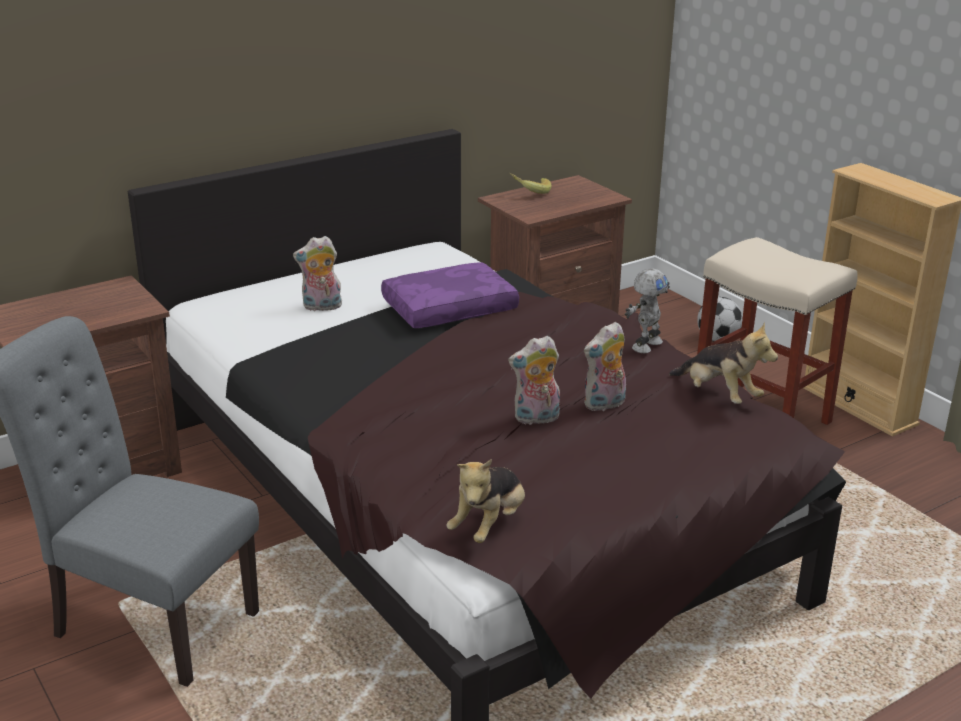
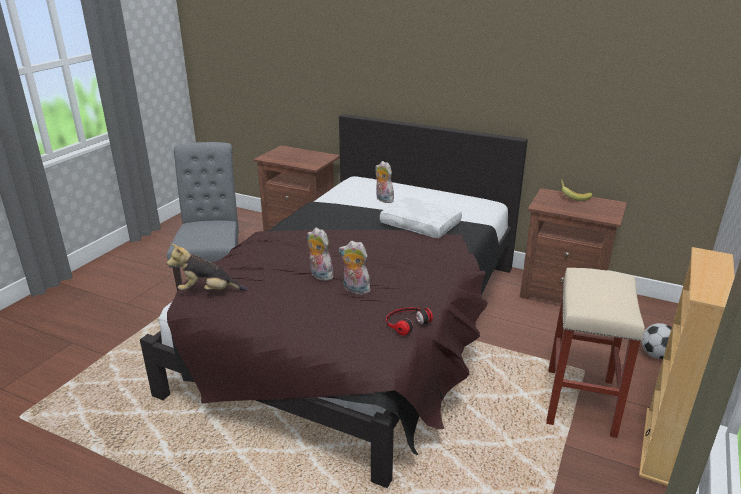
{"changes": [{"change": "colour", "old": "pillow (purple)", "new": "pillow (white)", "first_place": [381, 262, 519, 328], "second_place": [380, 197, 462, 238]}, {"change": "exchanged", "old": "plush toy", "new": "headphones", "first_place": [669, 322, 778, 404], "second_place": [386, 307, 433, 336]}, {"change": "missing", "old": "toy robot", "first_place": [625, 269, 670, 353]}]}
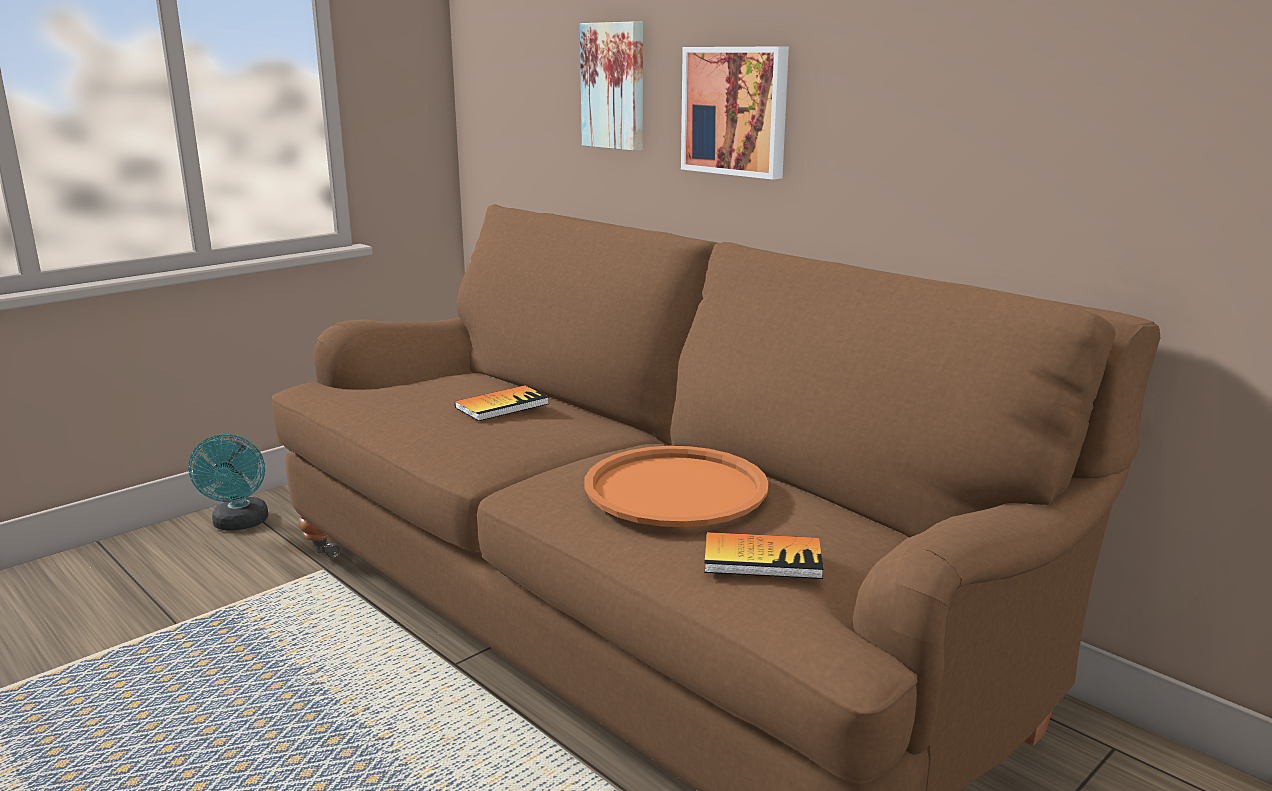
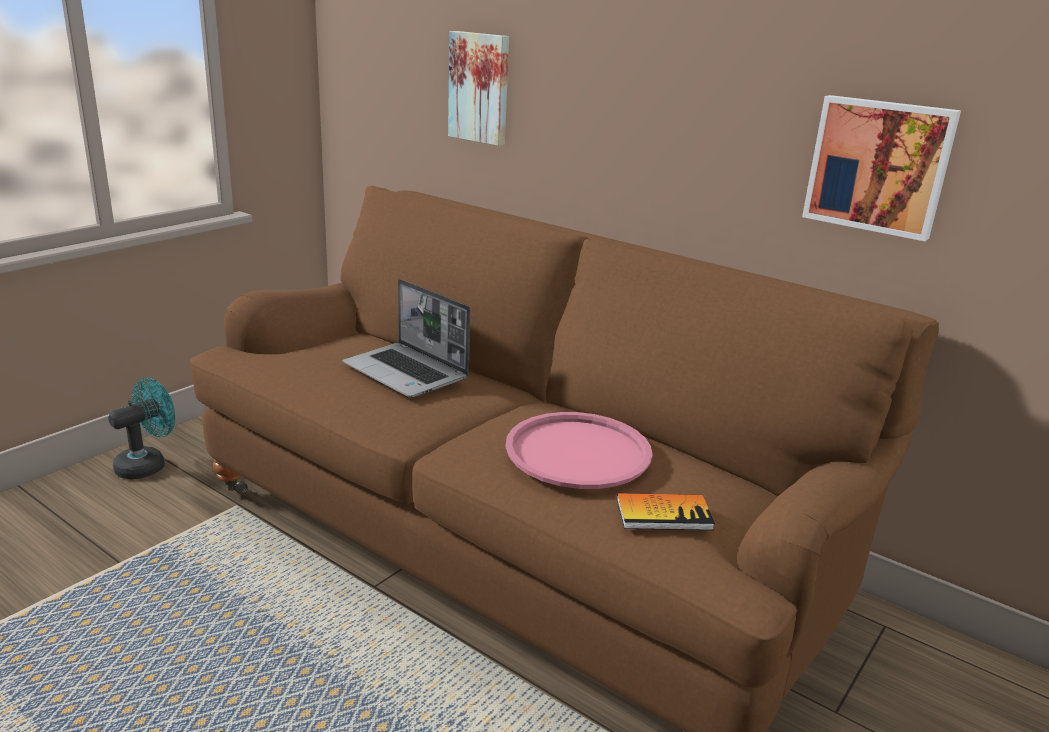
{"changes": [{"change": "spun", "old": "fan (turquoise)", "first_place": [188, 434, 268, 531], "second_place": [108, 378, 175, 479], "degrees": -120}, {"change": "exchanged", "old": "book", "new": "laptop", "first_place": [455, 385, 549, 421], "second_place": [342, 279, 470, 397]}, {"change": "colour", "old": "tray (orange)", "new": "tray (pink)", "first_place": [584, 446, 769, 527], "second_place": [505, 412, 653, 489]}, {"change": "relocated", "old": "picture", "first_place": [681, 46, 789, 180], "second_place": [802, 95, 961, 241]}]}
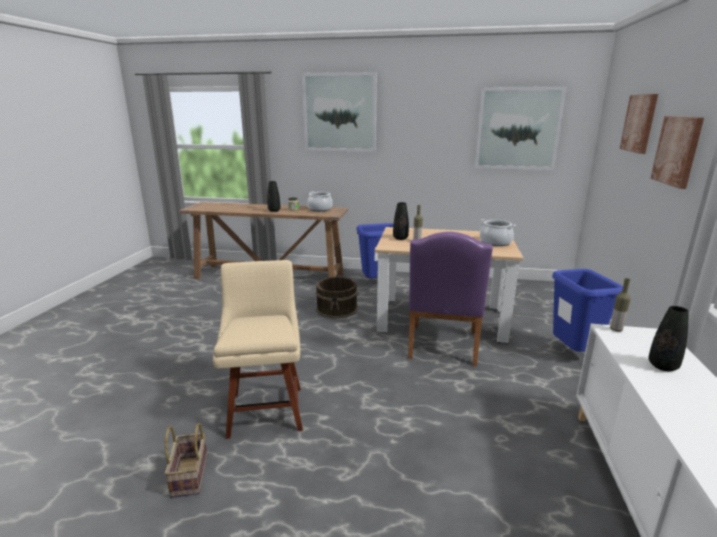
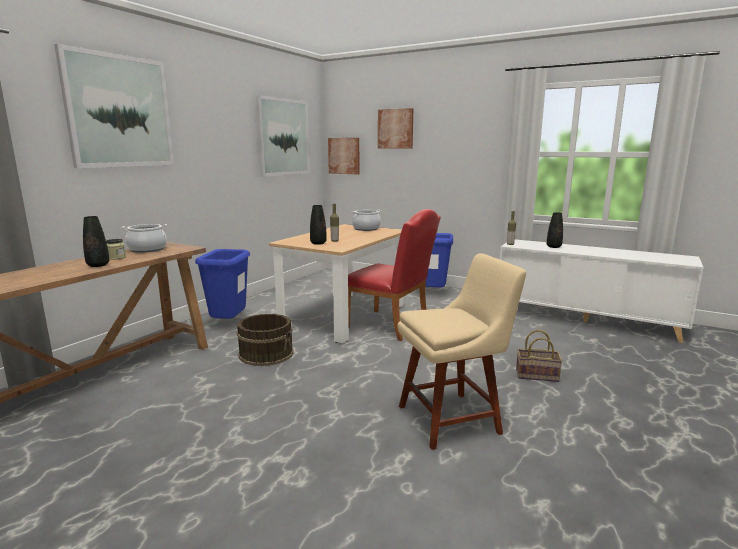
{"changes": [{"change": "relocated", "old": "picture", "first_place": [650, 116, 704, 189], "second_place": [328, 138, 359, 174]}, {"change": "colour", "old": "chair (purple)", "new": "chair (red)", "first_place": [408, 232, 493, 366], "second_place": [348, 209, 441, 341]}, {"change": "spun", "old": "chair (beige)", "first_place": [213, 260, 303, 439], "second_place": [397, 253, 526, 450], "degrees": 150}, {"change": "relocated", "old": "basket", "first_place": [164, 423, 207, 498], "second_place": [516, 330, 562, 382]}]}
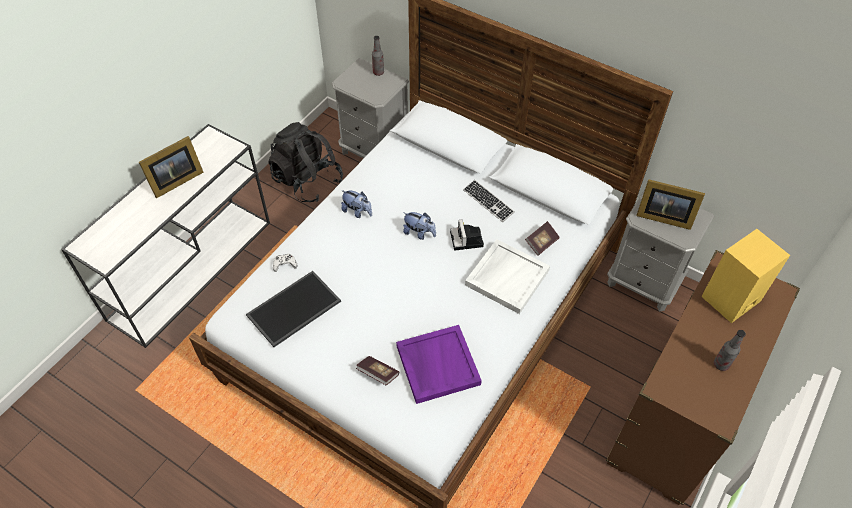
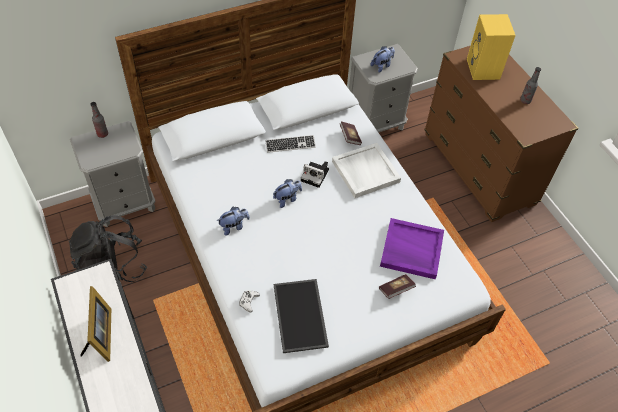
{"changes": [{"change": "exchanged", "old": "picture frame", "new": "plush toy", "first_place": [636, 179, 705, 230], "second_place": [371, 46, 395, 72]}]}
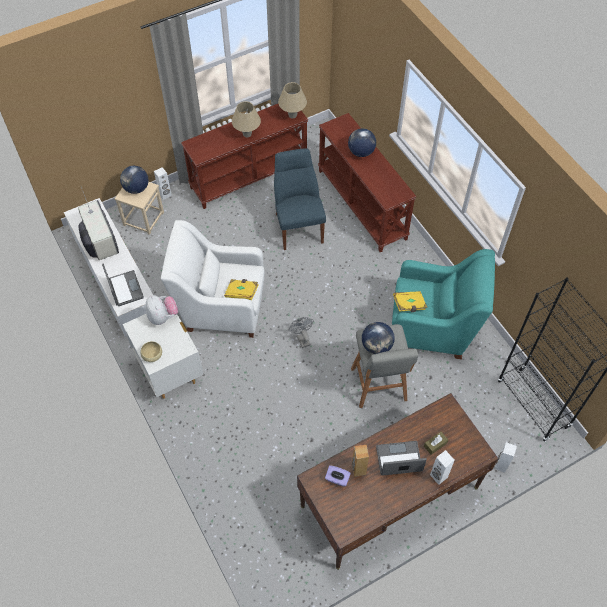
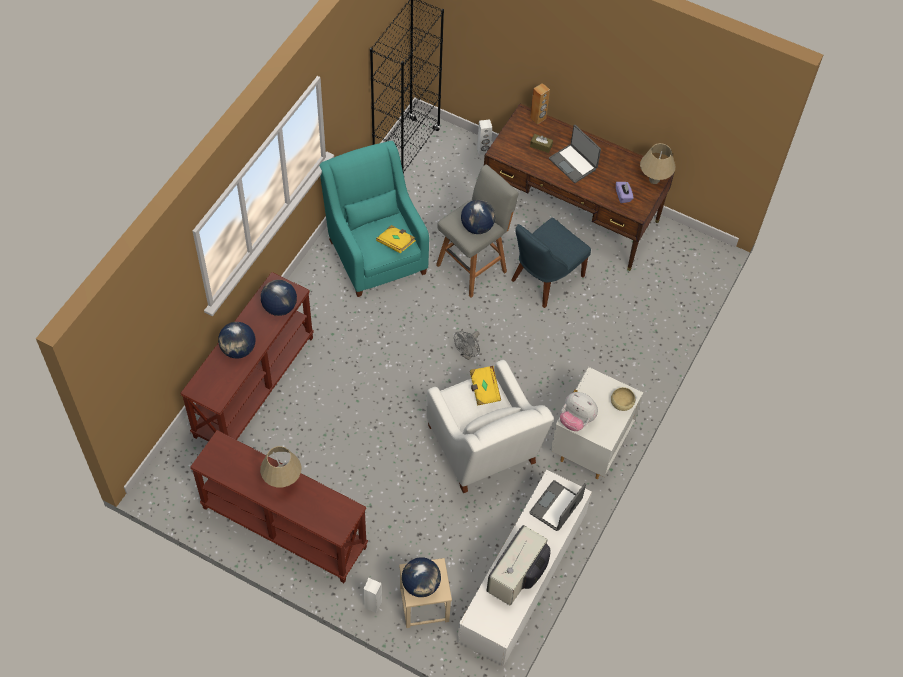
{"changes": [{"change": "appeared", "new": "globe", "second_place": [261, 280, 297, 316]}, {"change": "relocated", "old": "chair (blue)", "first_place": [274, 149, 326, 250], "second_place": [511, 218, 591, 308]}, {"change": "relocated", "old": "speaker (brown)", "first_place": [352, 445, 369, 477], "second_place": [530, 83, 550, 125]}, {"change": "spun", "old": "plush toy", "first_place": [146, 295, 178, 325], "second_place": [560, 392, 598, 431], "degrees": -90}, {"change": "relocated", "old": "table lamp (beige)", "first_place": [278, 82, 307, 118], "second_place": [640, 143, 675, 184]}, {"change": "missing", "old": "speaker (white)", "first_place": [430, 450, 455, 485]}]}
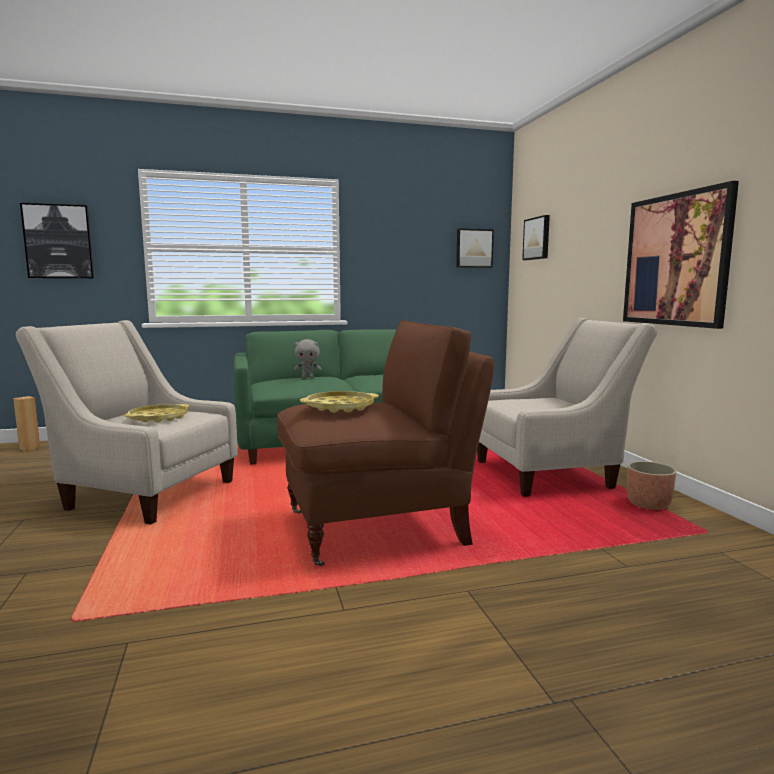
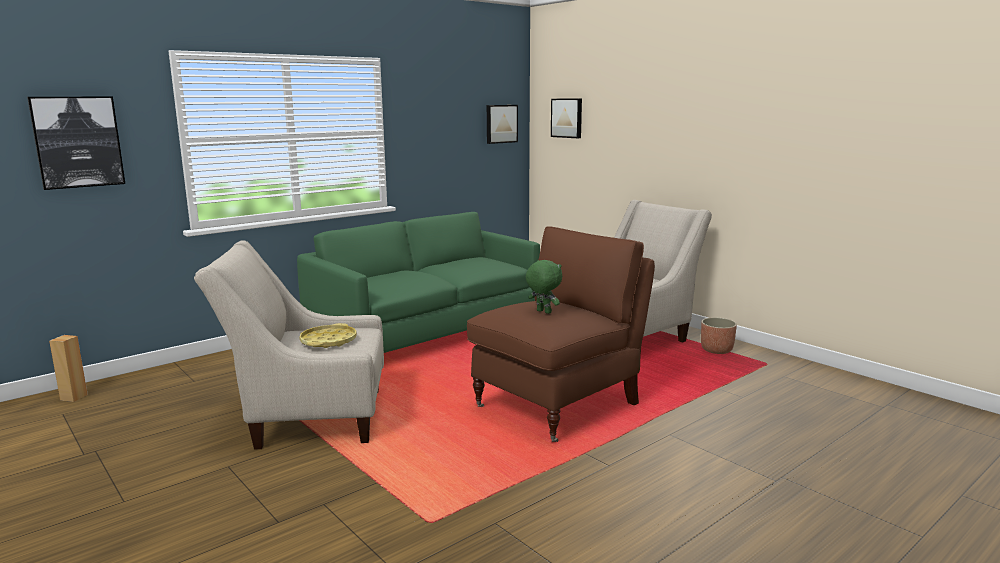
{"changes": [{"change": "exchanged", "old": "tray (yellow)", "new": "plush toy (green)", "first_place": [300, 391, 379, 413], "second_place": [526, 260, 562, 314]}, {"change": "missing", "old": "plush toy (grey)", "first_place": [294, 339, 321, 379]}, {"change": "missing", "old": "picture", "first_place": [623, 181, 739, 329]}]}
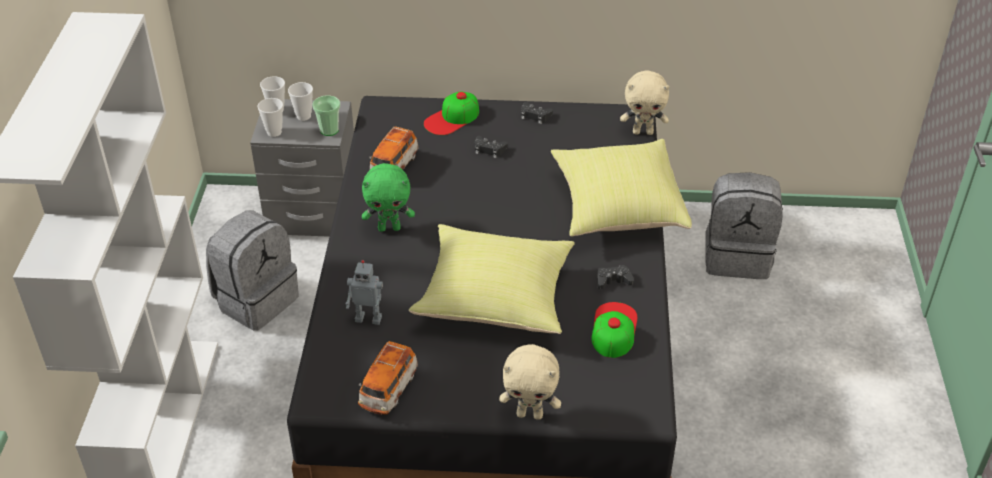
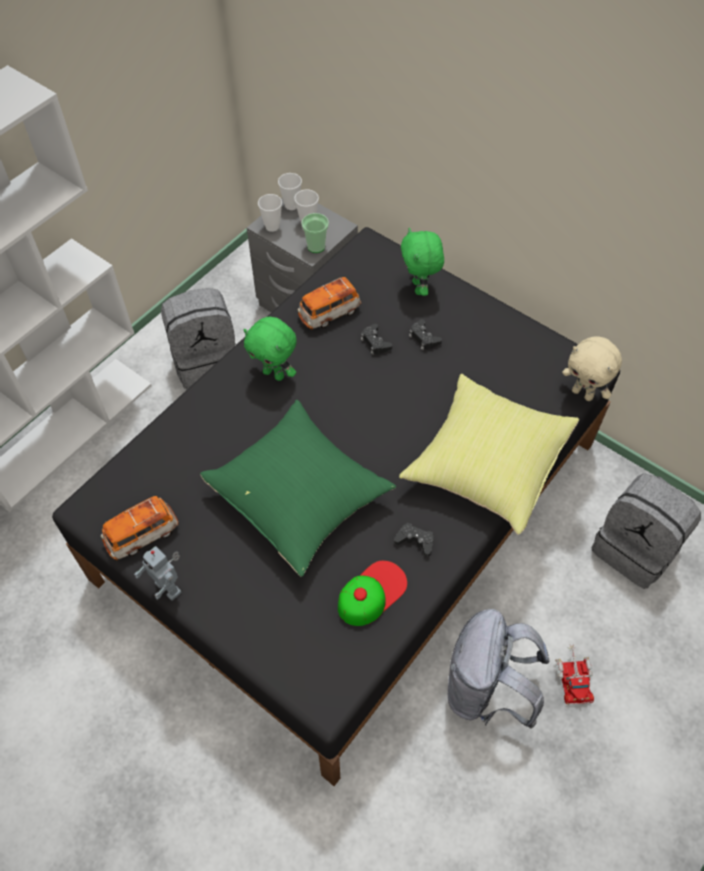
{"changes": [{"change": "relocated", "old": "toy robot", "first_place": [346, 260, 383, 325], "second_place": [134, 546, 182, 601]}, {"change": "colour", "old": "pillow (yellow)", "new": "pillow (green)", "first_place": [409, 224, 575, 334], "second_place": [200, 400, 396, 577]}, {"change": "relocated", "old": "game controller (black)", "first_place": [521, 102, 553, 124], "second_place": [361, 324, 392, 355]}, {"change": "exchanged", "old": "cap", "new": "plush toy (green)", "first_place": [424, 92, 479, 135], "second_place": [401, 228, 444, 296]}, {"change": "appeared", "new": "backpack (grey)", "second_place": [448, 609, 550, 729]}, {"change": "appeared", "new": "toy truck", "second_place": [555, 643, 594, 705]}, {"change": "missing", "old": "plush toy (beige)", "first_place": [499, 344, 561, 420]}]}
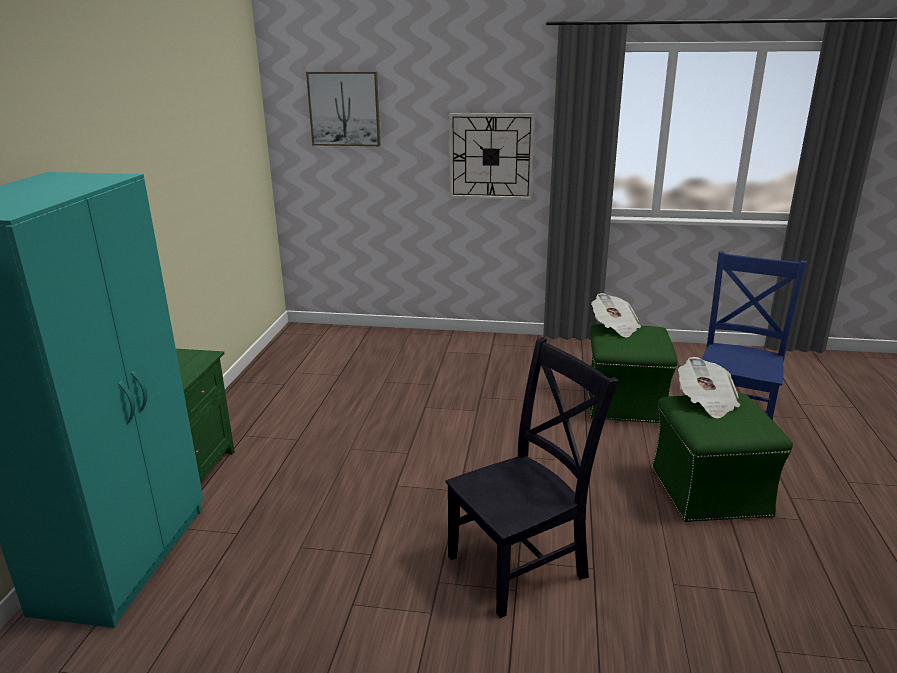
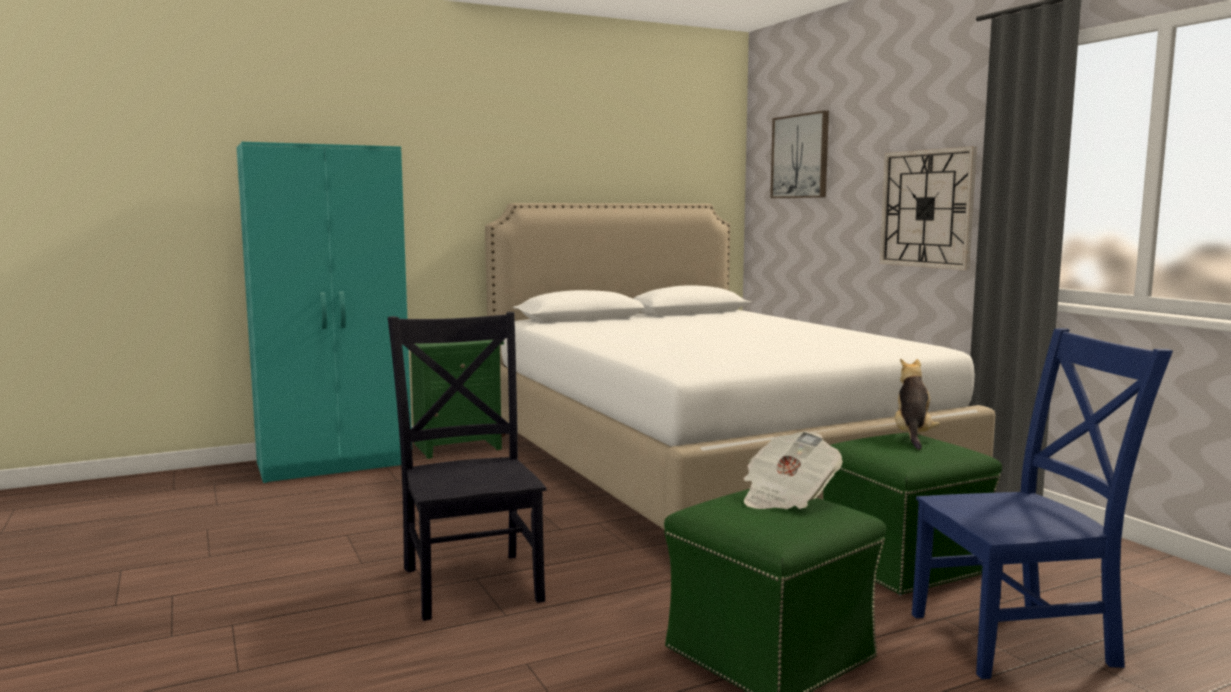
{"changes": [{"change": "spun", "old": "chair (black)", "first_place": [446, 337, 619, 618], "second_place": [388, 312, 547, 621], "degrees": -135}, {"change": "appeared", "new": "bed (white)", "second_place": [485, 203, 995, 530]}, {"change": "exchanged", "old": "newspaper", "new": "plush toy", "first_place": [591, 293, 641, 338], "second_place": [895, 358, 940, 450]}]}
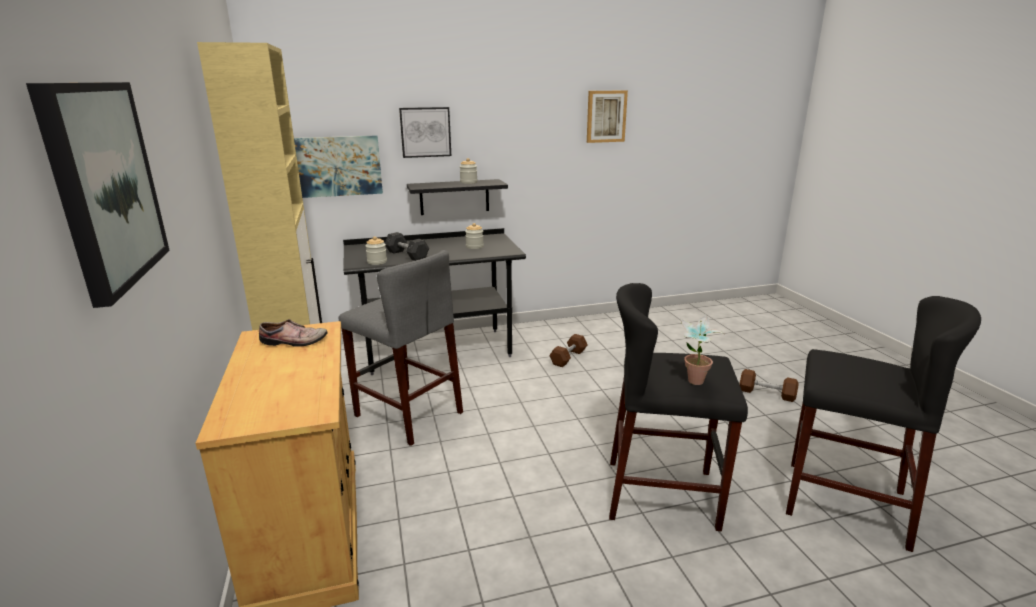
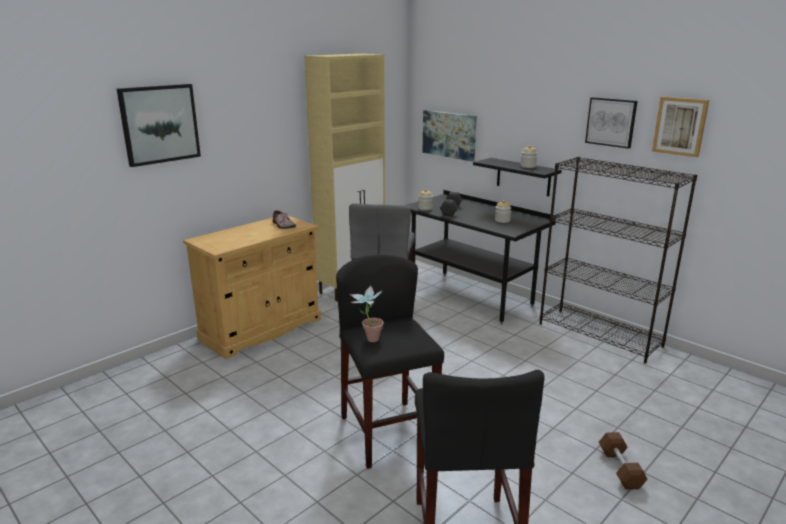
{"changes": [{"change": "appeared", "new": "bookcase (black)", "second_place": [540, 157, 697, 364]}, {"change": "relocated", "old": "picture", "first_place": [399, 107, 451, 158], "second_place": [585, 97, 637, 149]}, {"change": "missing", "old": "dumbbell (brown)", "first_place": [549, 334, 588, 367]}]}
